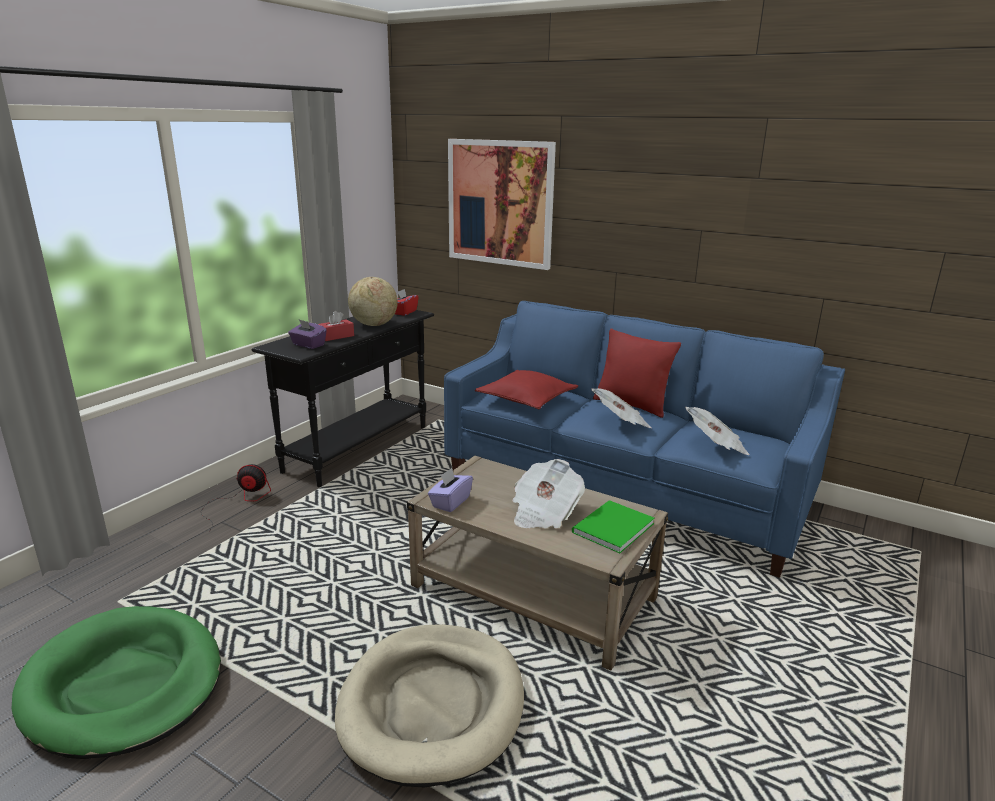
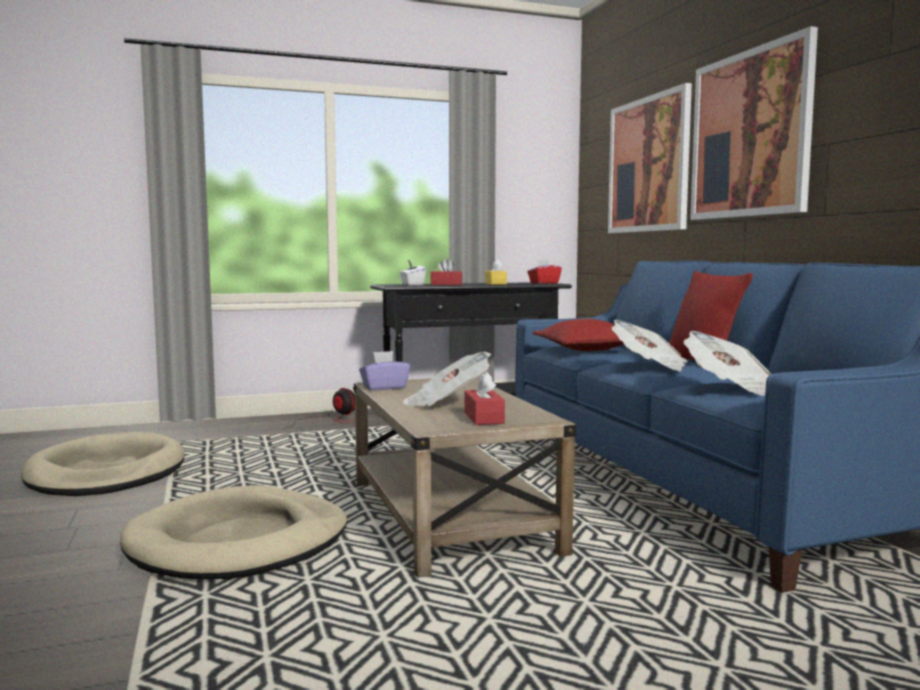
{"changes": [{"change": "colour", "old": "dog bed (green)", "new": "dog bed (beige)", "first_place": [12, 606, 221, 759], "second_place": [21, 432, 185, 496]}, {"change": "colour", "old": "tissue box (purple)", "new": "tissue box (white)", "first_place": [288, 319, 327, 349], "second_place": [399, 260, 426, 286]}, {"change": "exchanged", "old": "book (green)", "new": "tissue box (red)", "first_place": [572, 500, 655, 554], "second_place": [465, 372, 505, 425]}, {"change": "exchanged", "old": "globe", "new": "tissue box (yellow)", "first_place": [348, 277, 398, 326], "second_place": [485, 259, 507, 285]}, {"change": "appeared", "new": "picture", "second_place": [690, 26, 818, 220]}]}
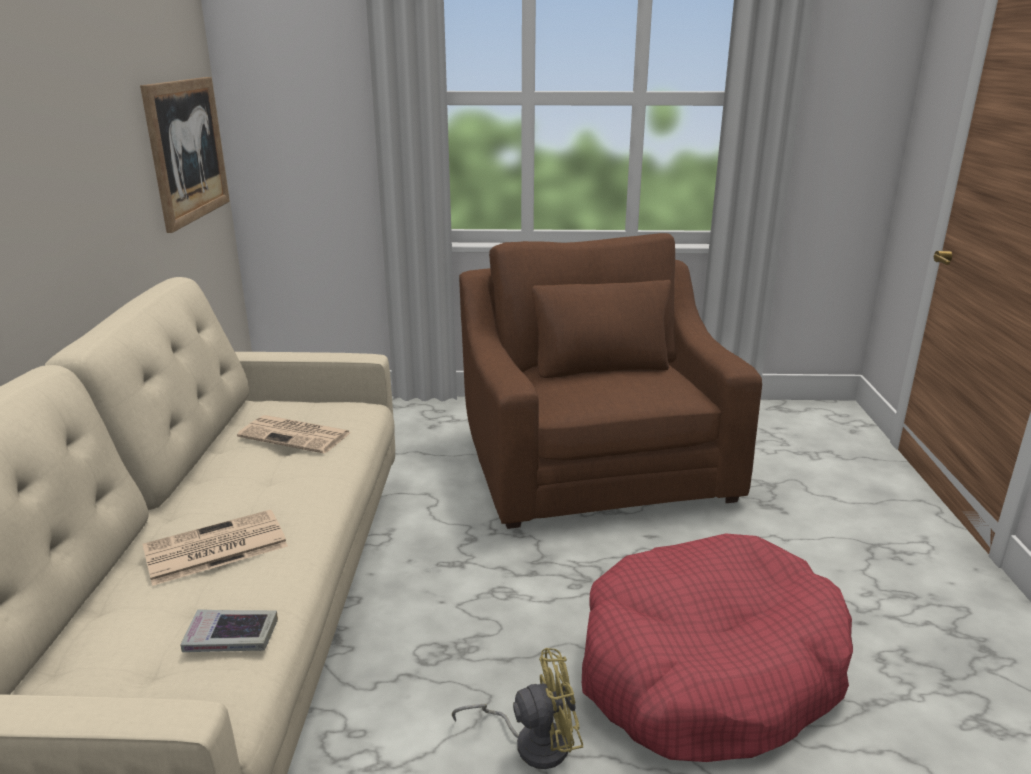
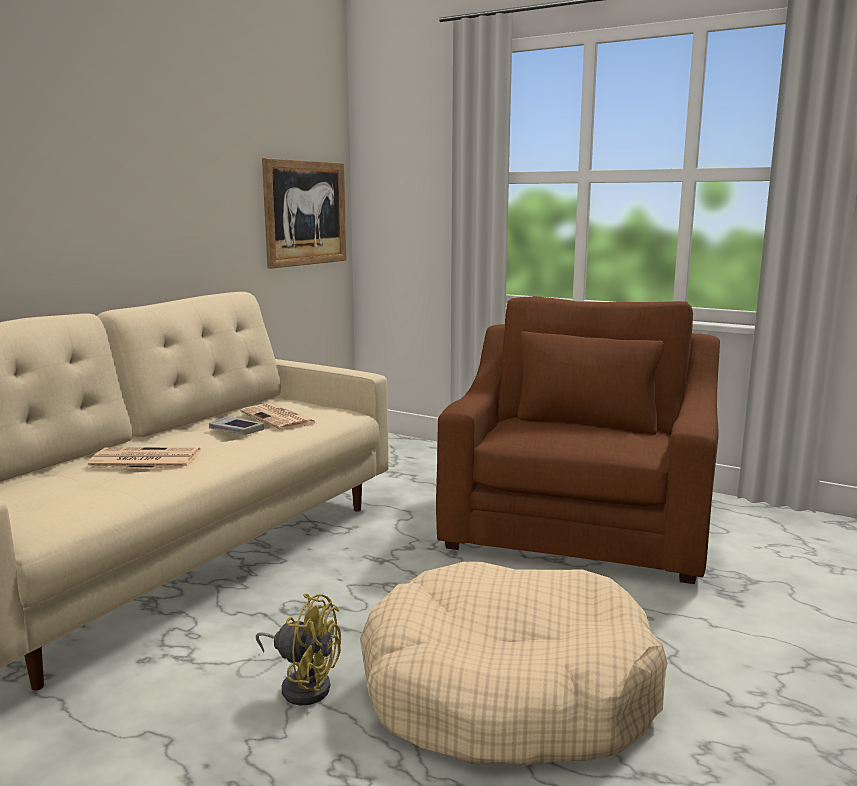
{"changes": [{"change": "relocated", "old": "book", "first_place": [181, 609, 278, 652], "second_place": [209, 416, 264, 435]}, {"change": "colour", "old": "dog bed (red)", "new": "dog bed (beige)", "first_place": [582, 533, 853, 762], "second_place": [360, 562, 667, 765]}]}
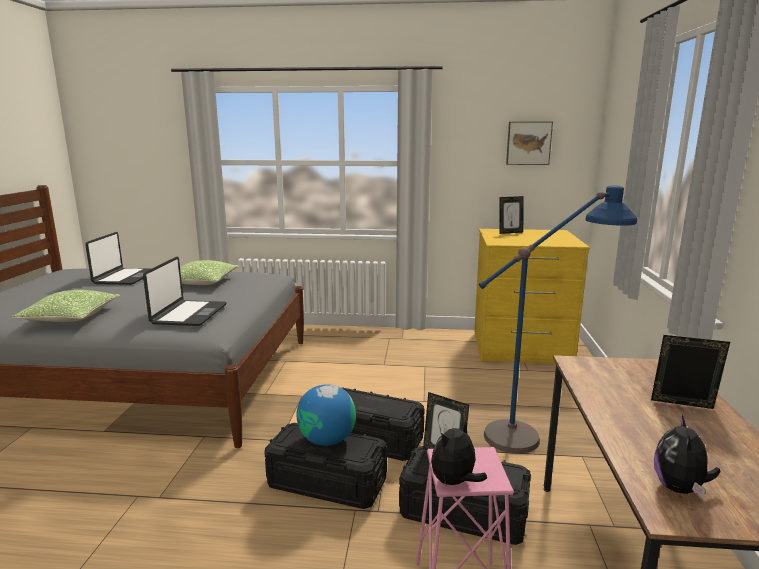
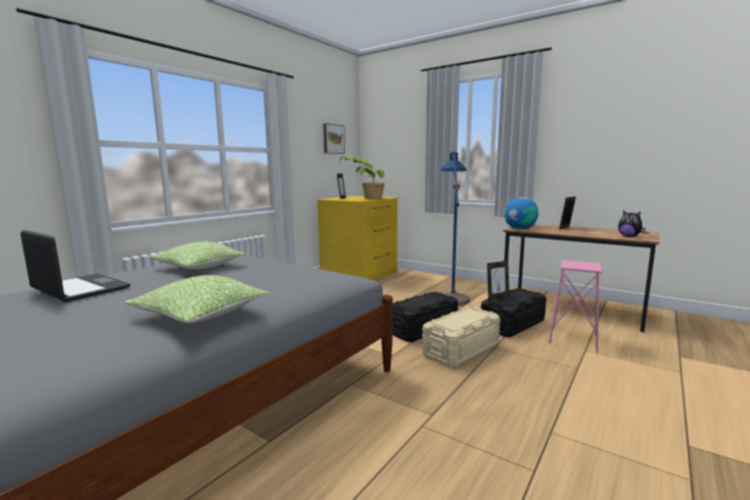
{"changes": [{"change": "appeared", "new": "potted plant", "second_place": [339, 156, 385, 199]}, {"change": "colour", "old": "storage box (black)", "new": "storage box (beige)", "first_place": [264, 423, 387, 509], "second_place": [422, 307, 500, 367]}, {"change": "relocated", "old": "globe", "first_place": [297, 384, 356, 446], "second_place": [504, 197, 538, 229]}, {"change": "missing", "old": "laptop", "first_place": [143, 257, 227, 326]}, {"change": "missing", "old": "plush toy", "first_place": [431, 420, 487, 485]}]}
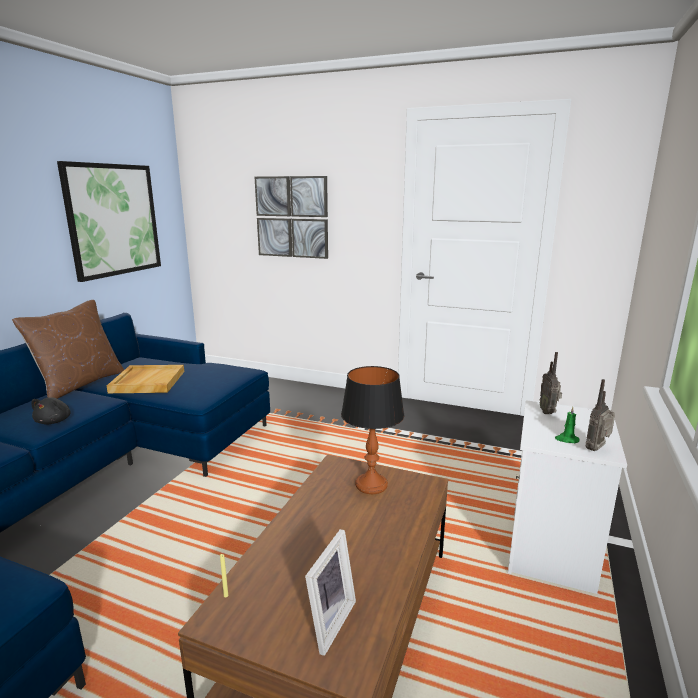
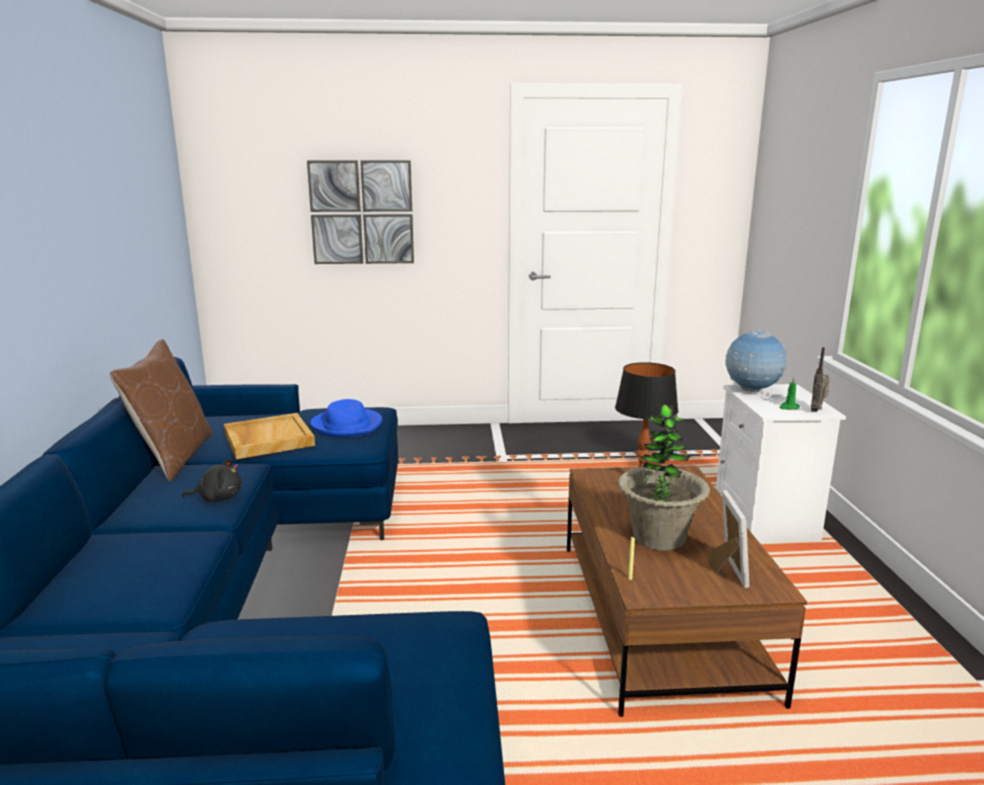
{"changes": [{"change": "spun", "old": "plush toy (black)", "first_place": [31, 397, 71, 424], "second_place": [181, 458, 242, 502], "degrees": -75}, {"change": "appeared", "new": "hat (blue)", "second_place": [311, 399, 382, 437]}, {"change": "appeared", "new": "potted plant", "second_place": [618, 405, 710, 551]}, {"change": "exchanged", "old": "radio", "new": "globe", "first_place": [540, 352, 562, 414], "second_place": [725, 330, 788, 392]}, {"change": "missing", "old": "picture", "first_place": [57, 161, 161, 282]}]}
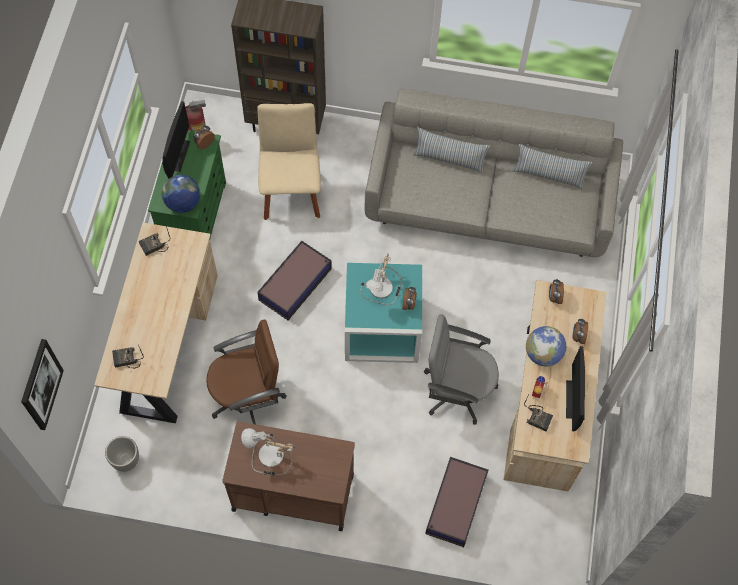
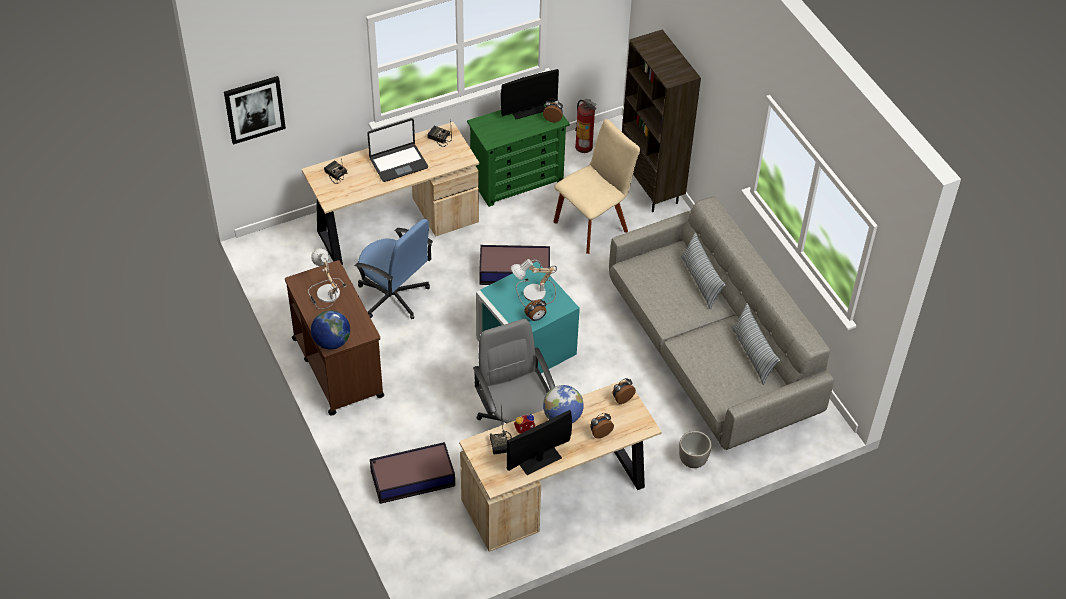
{"changes": [{"change": "relocated", "old": "globe", "first_place": [162, 175, 200, 213], "second_place": [311, 310, 350, 350]}, {"change": "colour", "old": "office chair (brown)", "new": "office chair (blue)", "first_place": [206, 320, 287, 424], "second_place": [355, 219, 433, 319]}, {"change": "appeared", "new": "laptop", "second_place": [367, 118, 428, 182]}, {"change": "relocated", "old": "planter", "first_place": [105, 436, 139, 472], "second_place": [679, 431, 712, 468]}]}
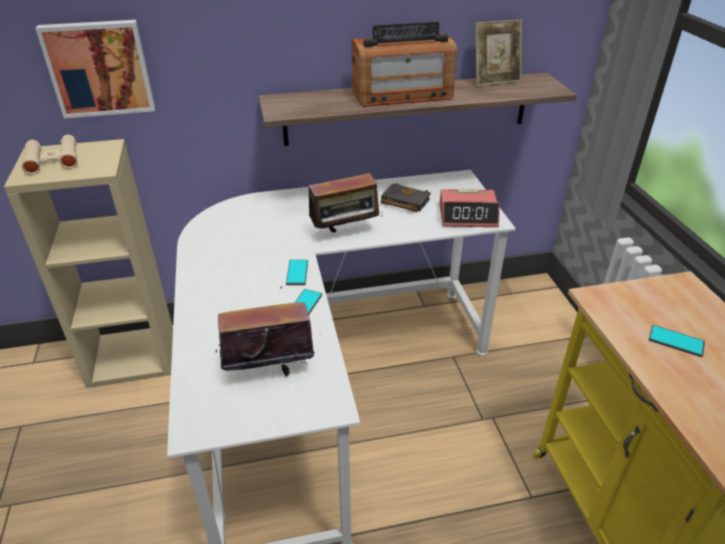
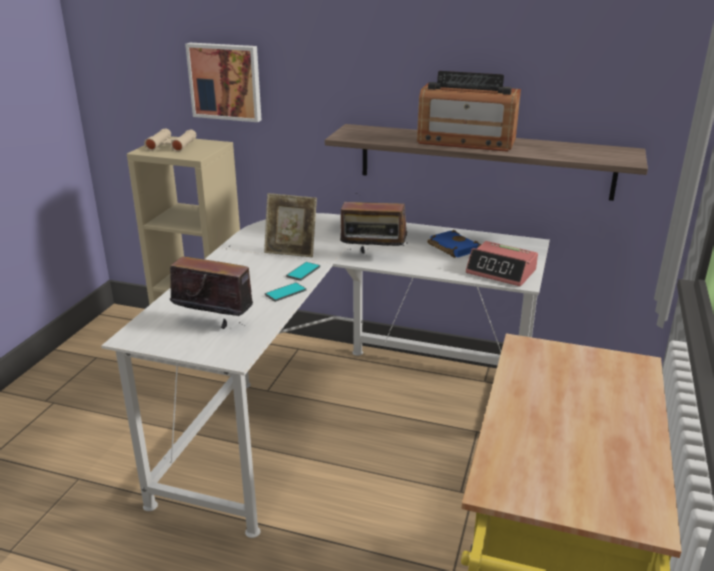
{"changes": [{"change": "relocated", "old": "picture frame", "first_place": [475, 19, 522, 87], "second_place": [264, 193, 317, 257]}, {"change": "colour", "old": "book (black)", "new": "book (blue)", "first_place": [381, 183, 431, 212], "second_place": [427, 230, 481, 258]}, {"change": "missing", "old": "phone", "first_place": [649, 325, 705, 357]}]}
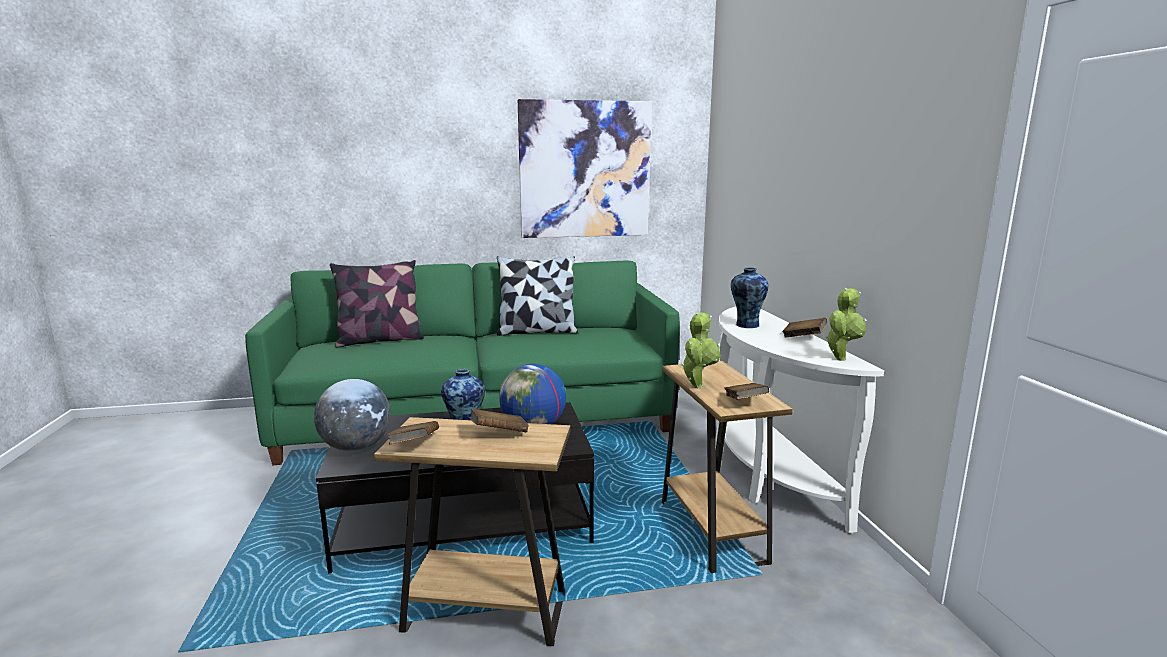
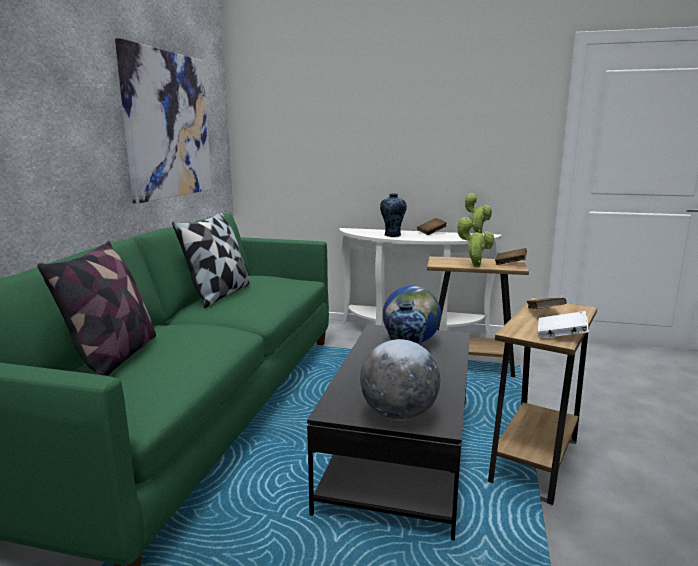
{"changes": [{"change": "colour", "old": "book (brown)", "new": "book (white)", "first_place": [386, 421, 439, 445], "second_place": [538, 311, 589, 339]}]}
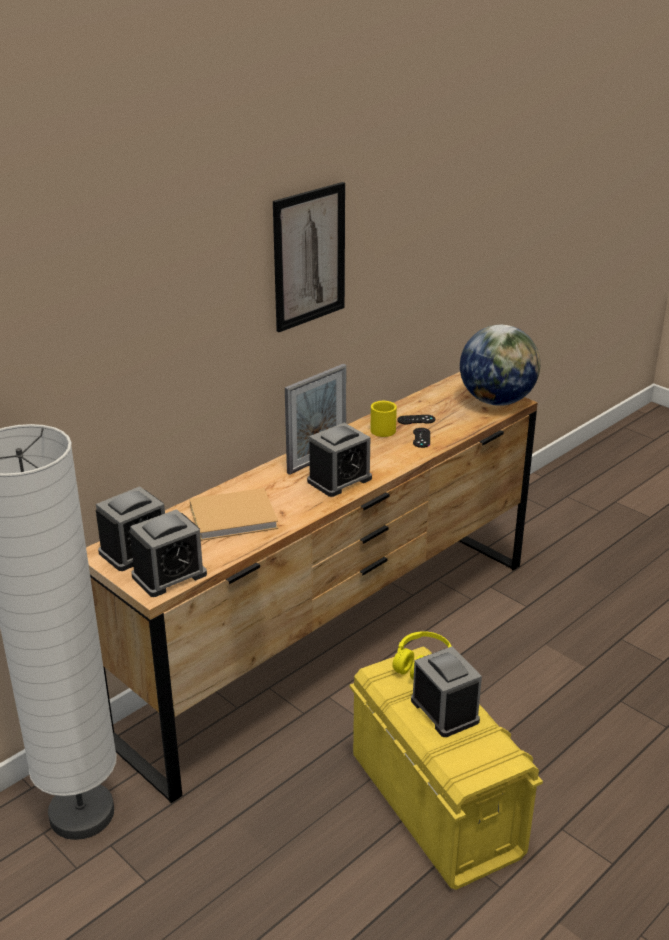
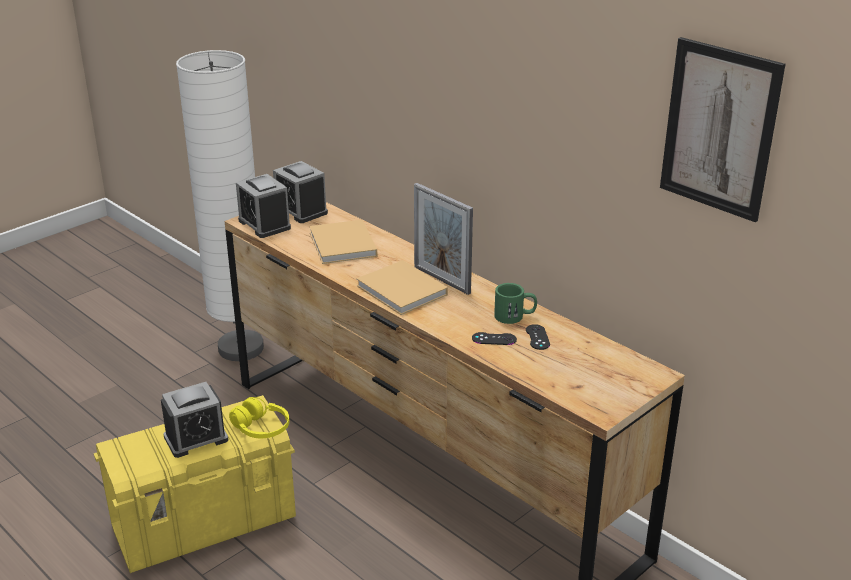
{"changes": [{"change": "exchanged", "old": "alarm clock", "new": "book (beige)", "first_place": [307, 423, 372, 497], "second_place": [356, 260, 448, 315]}, {"change": "colour", "old": "mug (yellow)", "new": "mug (green)", "first_place": [370, 401, 397, 437], "second_place": [494, 283, 537, 324]}, {"change": "relocated", "old": "picture", "first_place": [273, 182, 345, 332], "second_place": [660, 37, 786, 222]}, {"change": "missing", "old": "globe", "first_place": [460, 325, 540, 406]}]}
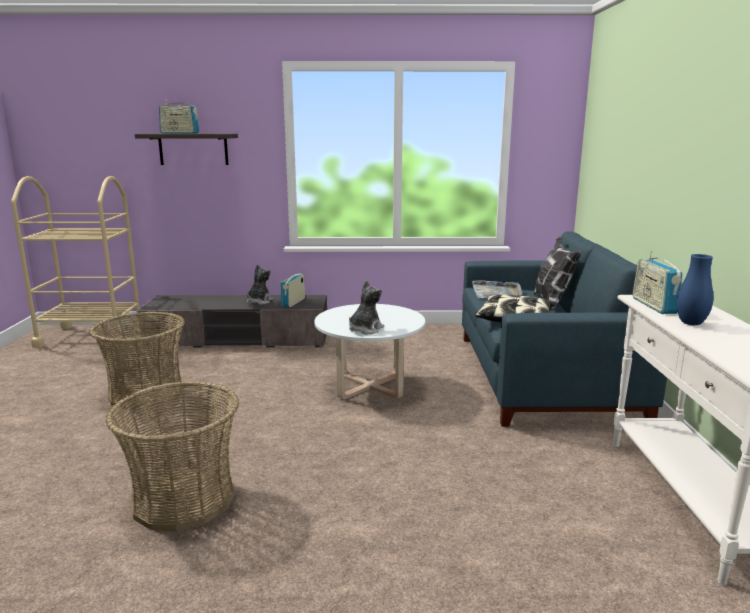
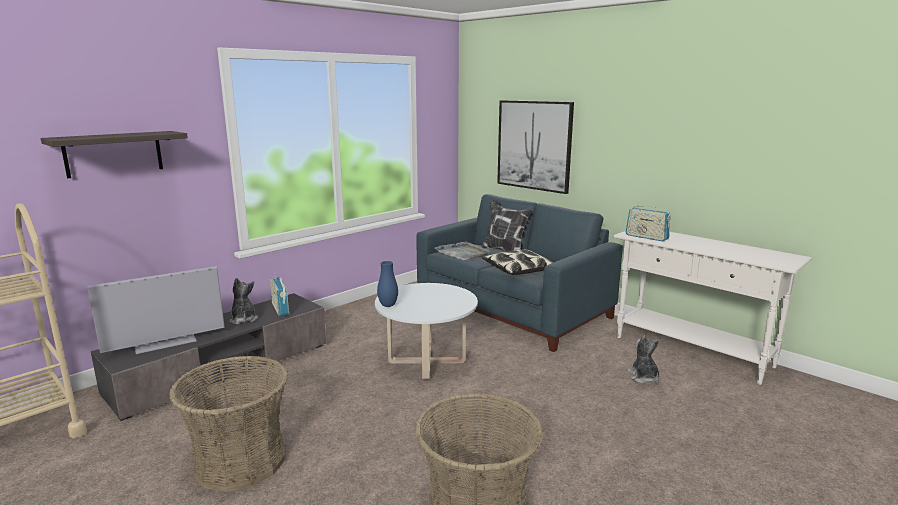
{"changes": [{"change": "appeared", "new": "television", "second_place": [87, 266, 225, 354]}, {"change": "relocated", "old": "vase (blue)", "first_place": [677, 254, 713, 325], "second_place": [377, 261, 398, 307]}, {"change": "appeared", "new": "picture", "second_place": [497, 100, 574, 194]}, {"change": "relocated", "old": "plush toy", "first_place": [349, 280, 384, 335], "second_place": [628, 335, 660, 384]}, {"change": "missing", "old": "radio", "first_place": [159, 99, 199, 134]}]}
